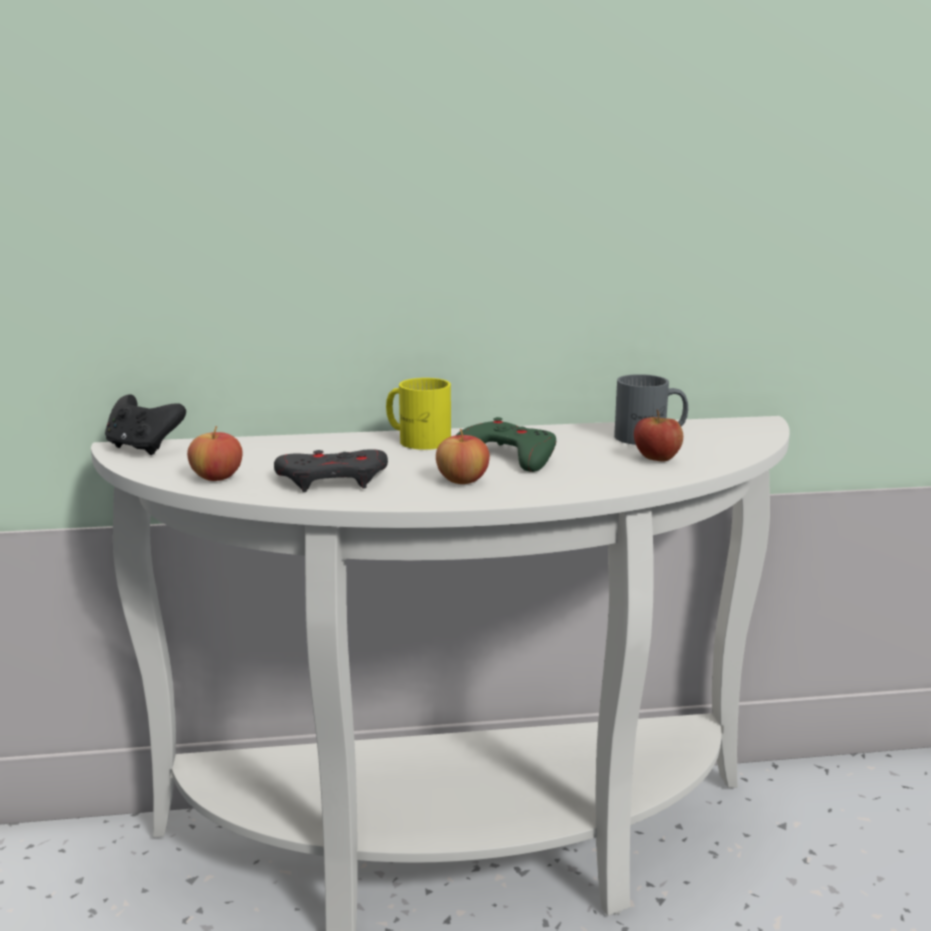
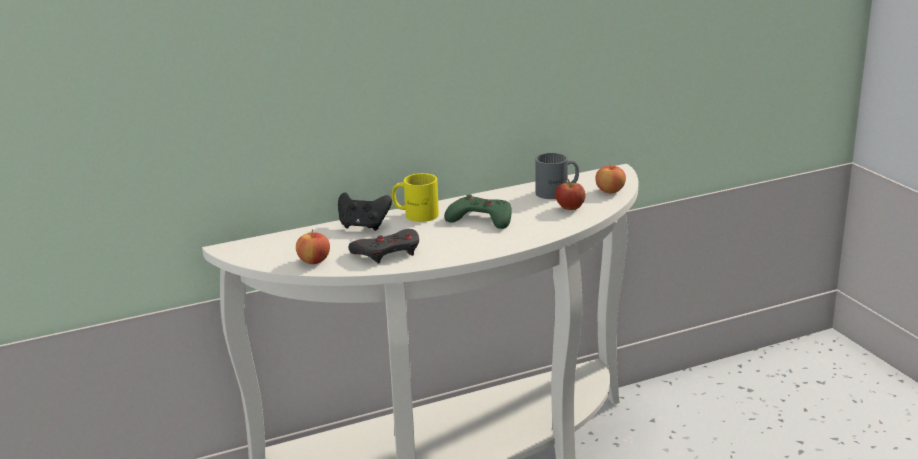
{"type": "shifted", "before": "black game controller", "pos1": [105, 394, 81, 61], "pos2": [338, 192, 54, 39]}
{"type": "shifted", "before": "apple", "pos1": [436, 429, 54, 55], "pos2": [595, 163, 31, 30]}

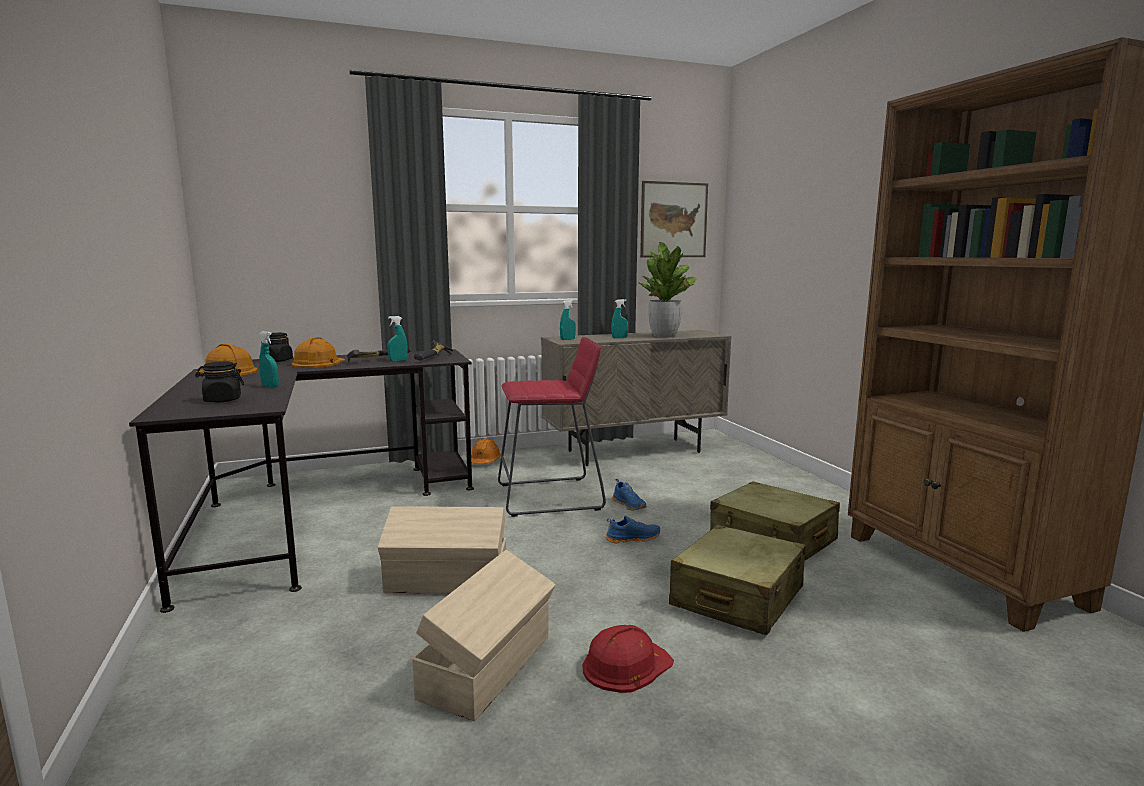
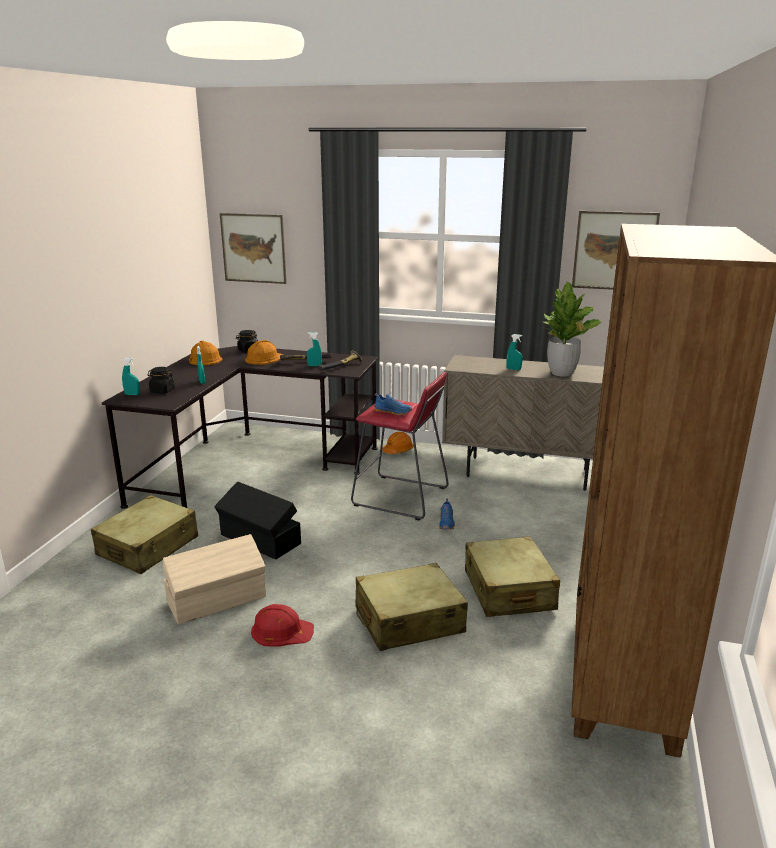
{"type": "new", "after": "beige suitcase", "pos2": [91, 495, 107, 79]}
{"type": "new", "after": "picture", "pos2": [220, 213, 67, 71]}
{"type": "shifted", "before": "turquoise spray bottle", "pos1": [560, 300, 16, 40], "pos2": [122, 357, 18, 38]}
{"type": "shifted", "before": "blue shoe", "pos1": [606, 516, 54, 27], "pos2": [374, 393, 38, 22]}
{"type": "repainted", "before": "beige storage box", "after": "black storage box", "pos1": [378, 506, 128, 88], "pos2": [214, 481, 87, 79]}

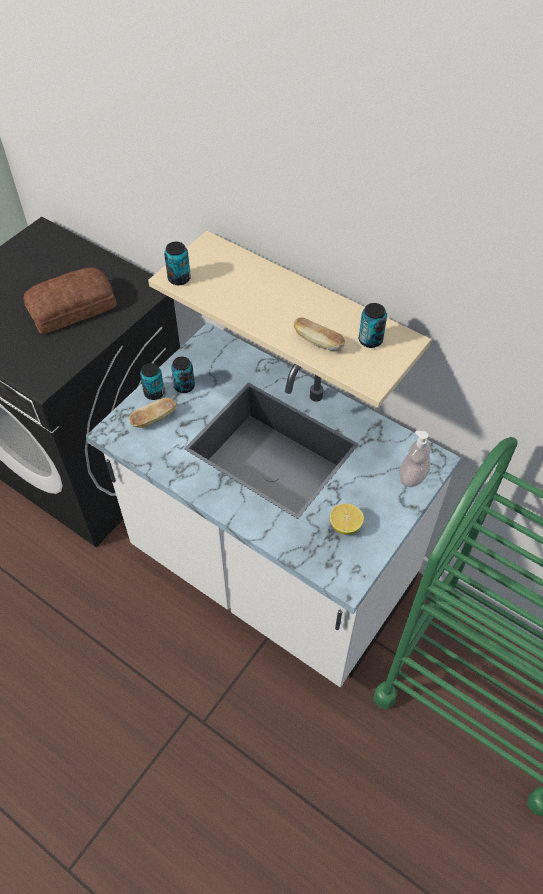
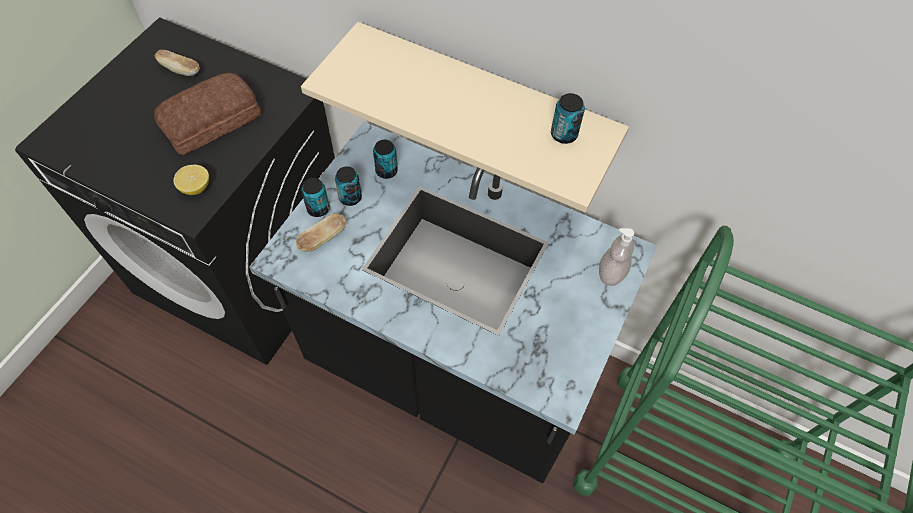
{"type": "shifted", "before": "can", "pos1": [164, 242, 27, 43], "pos2": [373, 140, 25, 39]}
{"type": "shifted", "before": "bread", "pos1": [294, 318, 51, 33], "pos2": [154, 50, 46, 26]}
{"type": "shifted", "before": "lemon", "pos1": [330, 503, 34, 32], "pos2": [174, 165, 35, 30]}
{"type": "repainted", "before": "white counter", "after": "black counter", "pos1": [86, 322, 375, 365], "pos2": [249, 122, 408, 361]}

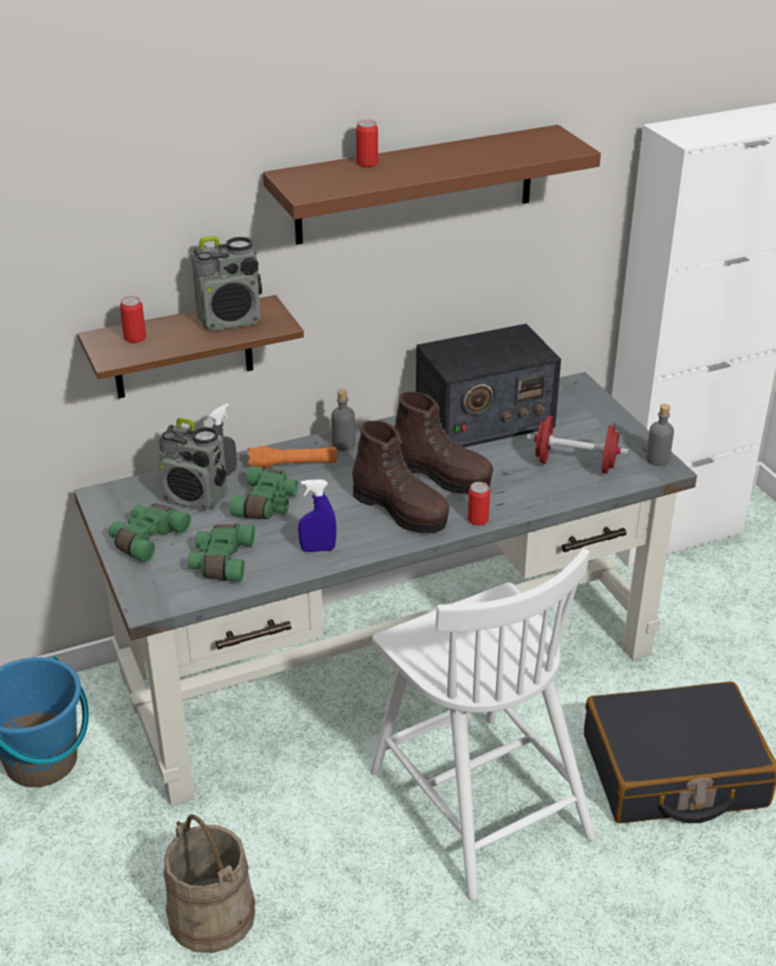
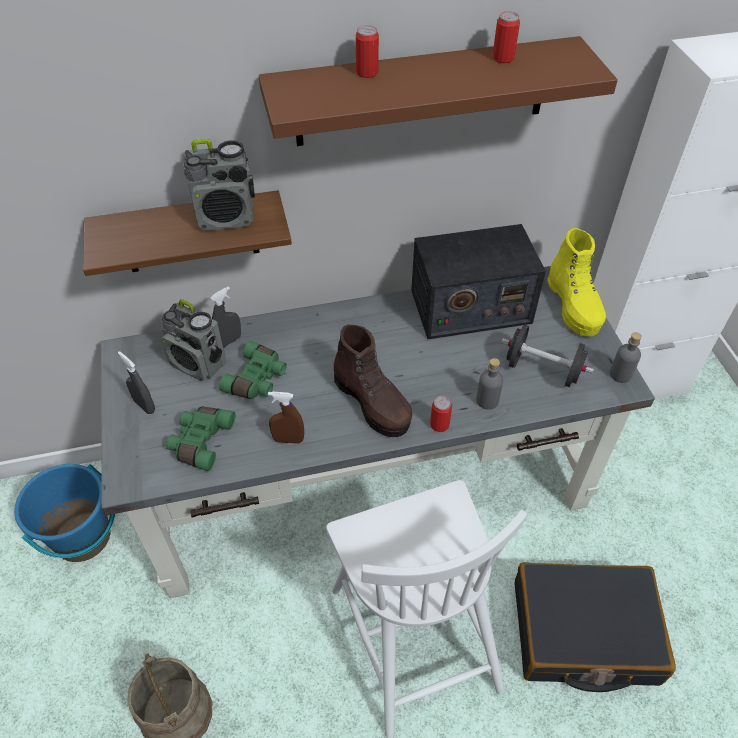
{"type": "gone", "before": "orange flashlight", "pos1": [247, 446, 91, 22]}
{"type": "gone", "before": "brown boot", "pos1": [394, 392, 99, 102]}
{"type": "new", "after": "yellow boot", "pos2": [547, 228, 59, 109]}
{"type": "shifted", "before": "can", "pos1": [120, 296, 26, 47], "pos2": [492, 12, 28, 51]}
{"type": "shifted", "before": "grey bottle", "pos1": [331, 389, 24, 62], "pos2": [476, 358, 27, 52]}
{"type": "swapped", "before": "green binoculars", "after": "grey spray bottle", "pos1": [109, 504, 82, 59], "pos2": [118, 351, 37, 63]}
{"type": "repainted", "before": "blue spray bottle", "after": "brown spray bottle", "pos1": [298, 479, 38, 73], "pos2": [268, 392, 36, 52]}
{"type": "repainted", "before": "red dumbbell", "after": "black dumbbell", "pos1": [527, 416, 102, 57], "pos2": [501, 325, 93, 62]}

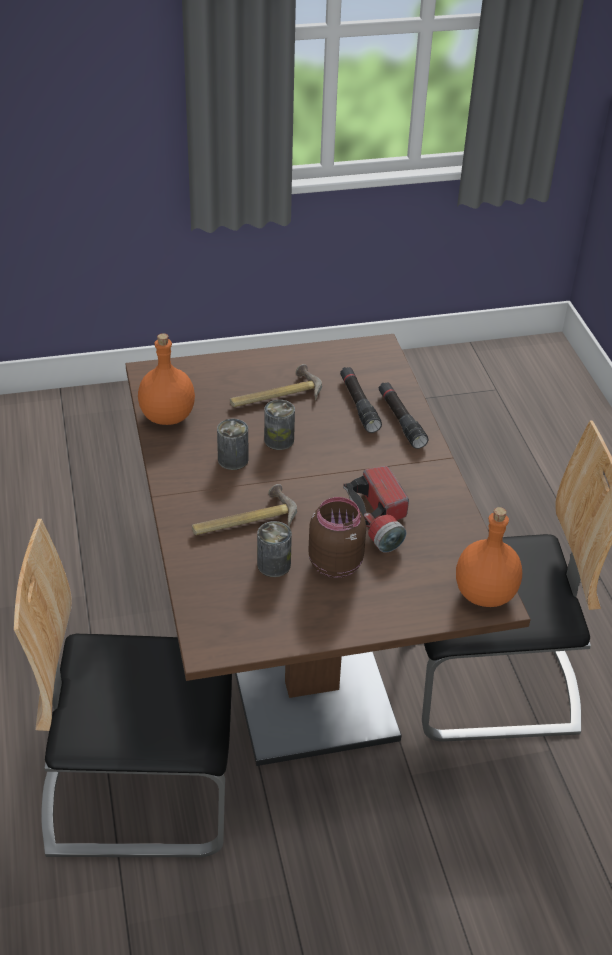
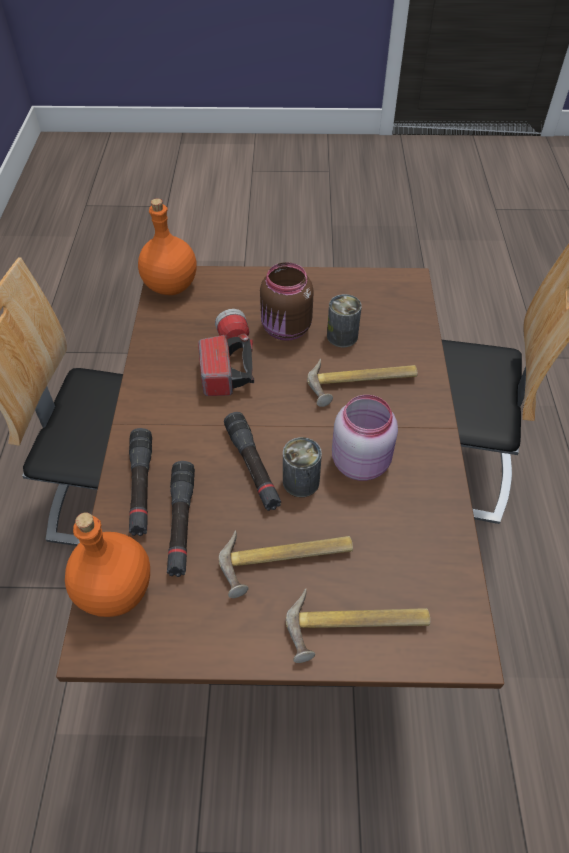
{"type": "new", "after": "black flashlight", "pos2": [224, 412, 57, 99]}
{"type": "new", "after": "hammer", "pos2": [286, 588, 144, 75]}
{"type": "shifted", "before": "orange bottle", "pos1": [138, 333, 57, 92], "pos2": [65, 512, 85, 105]}
{"type": "swapped", "before": "can", "after": "pink jar", "pos1": [217, 419, 31, 51], "pos2": [332, 395, 66, 86]}

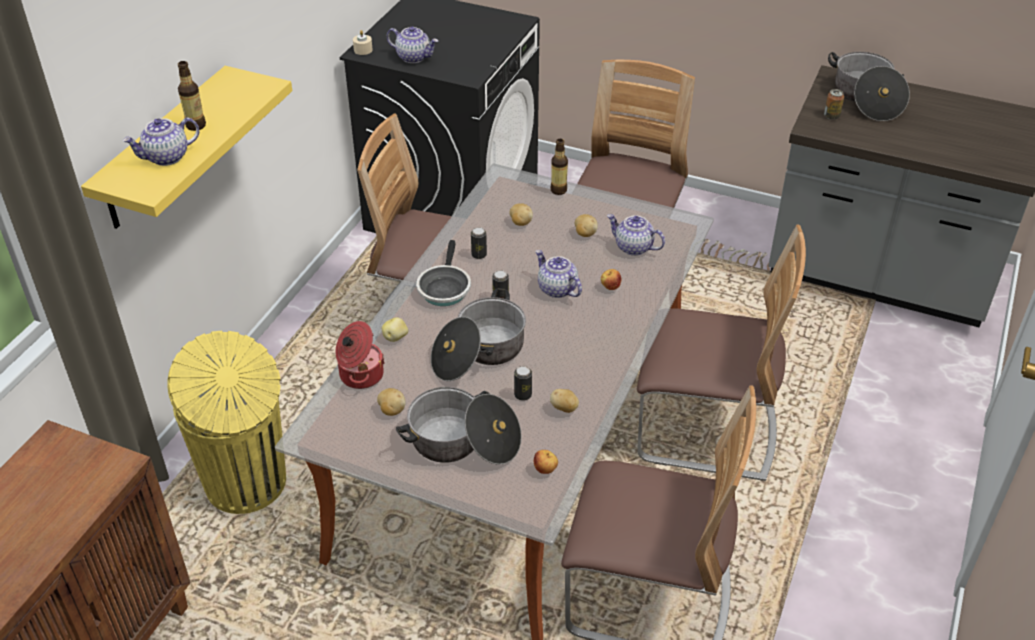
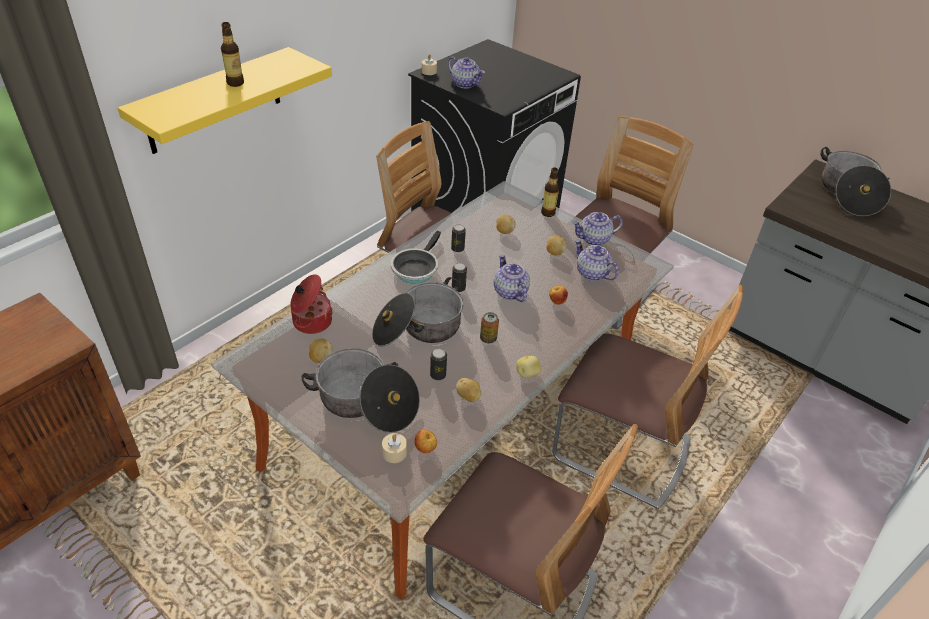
{"type": "gone", "before": "yellow trash can", "pos1": [167, 330, 119, 184]}
{"type": "new", "after": "beige candle", "pos2": [382, 433, 25, 30]}
{"type": "shifted", "before": "teapot", "pos1": [123, 117, 76, 49], "pos2": [572, 212, 51, 34]}
{"type": "shifted", "before": "potato", "pos1": [382, 317, 26, 25], "pos2": [517, 356, 24, 22]}
{"type": "shifted", "before": "can", "pos1": [824, 89, 20, 31], "pos2": [480, 312, 19, 31]}

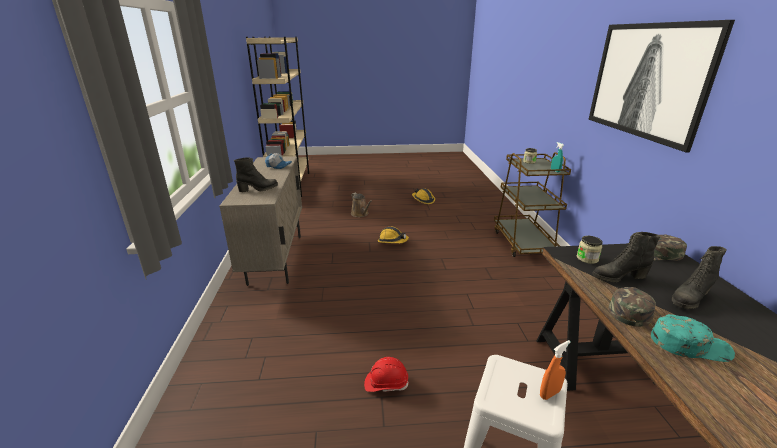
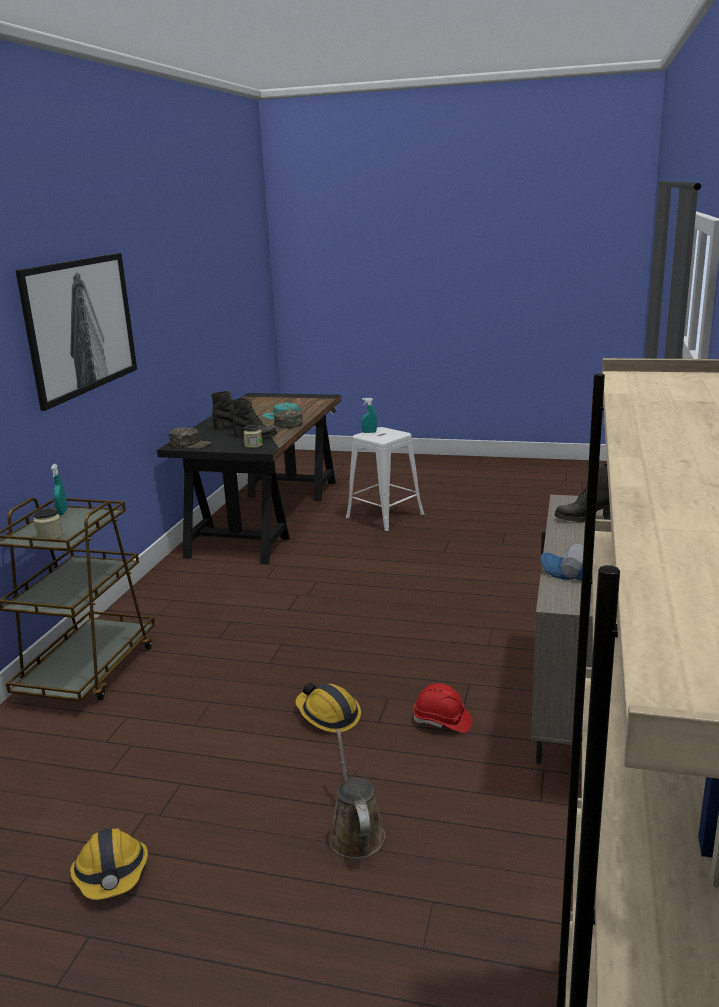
{"type": "shifted", "before": "red hard hat", "pos1": [364, 357, 45, 35], "pos2": [413, 683, 59, 50]}
{"type": "repainted", "before": "orange spray bottle", "after": "turquoise spray bottle", "pos1": [540, 340, 31, 60], "pos2": [361, 398, 16, 35]}

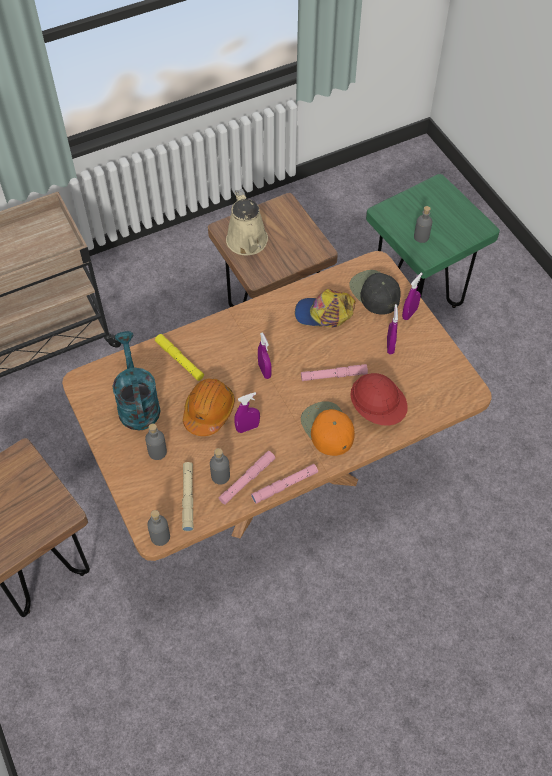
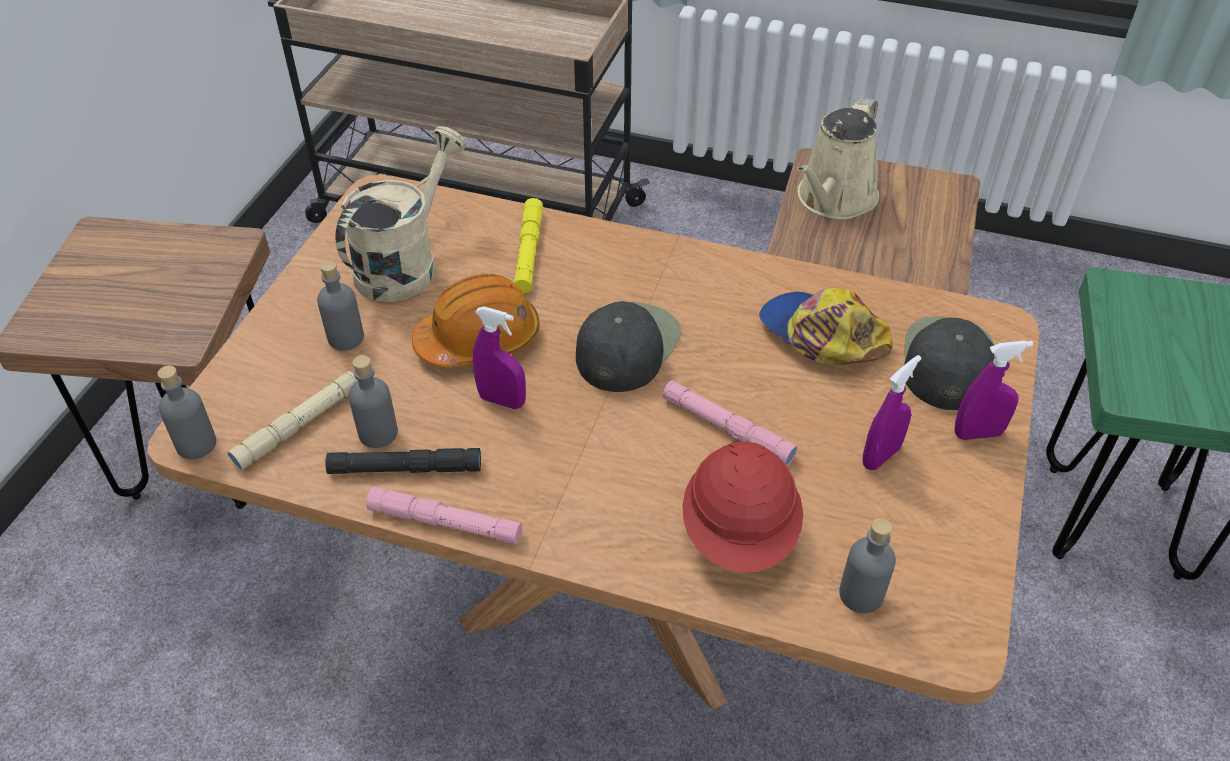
{"type": "gone", "before": "orange cap", "pos1": [301, 401, 54, 55]}
{"type": "shifted", "before": "grey bottle", "pos1": [414, 206, 18, 37], "pos2": [839, 518, 57, 95]}
{"type": "swapped", "before": "purple spray bottle", "after": "black cap", "pos1": [258, 332, 14, 47], "pos2": [576, 301, 105, 91]}
{"type": "repainted", "before": "turquoise watering can", "after": "beige watering can", "pos1": [112, 331, 49, 99], "pos2": [335, 126, 132, 176]}
{"type": "repainted", "before": "pink flashlight", "after": "black flashlight", "pos1": [218, 451, 57, 54], "pos2": [325, 448, 156, 26]}

